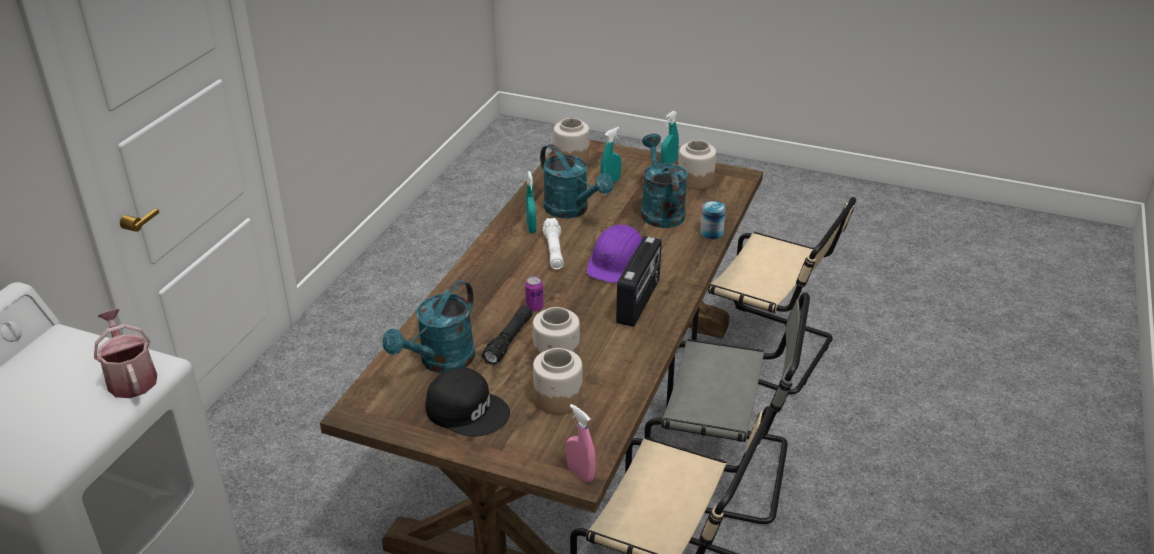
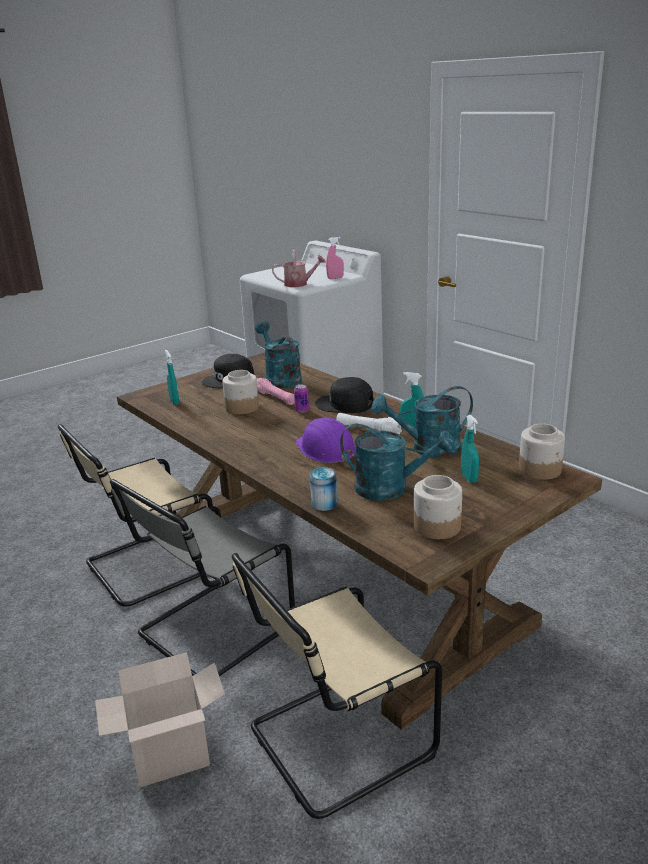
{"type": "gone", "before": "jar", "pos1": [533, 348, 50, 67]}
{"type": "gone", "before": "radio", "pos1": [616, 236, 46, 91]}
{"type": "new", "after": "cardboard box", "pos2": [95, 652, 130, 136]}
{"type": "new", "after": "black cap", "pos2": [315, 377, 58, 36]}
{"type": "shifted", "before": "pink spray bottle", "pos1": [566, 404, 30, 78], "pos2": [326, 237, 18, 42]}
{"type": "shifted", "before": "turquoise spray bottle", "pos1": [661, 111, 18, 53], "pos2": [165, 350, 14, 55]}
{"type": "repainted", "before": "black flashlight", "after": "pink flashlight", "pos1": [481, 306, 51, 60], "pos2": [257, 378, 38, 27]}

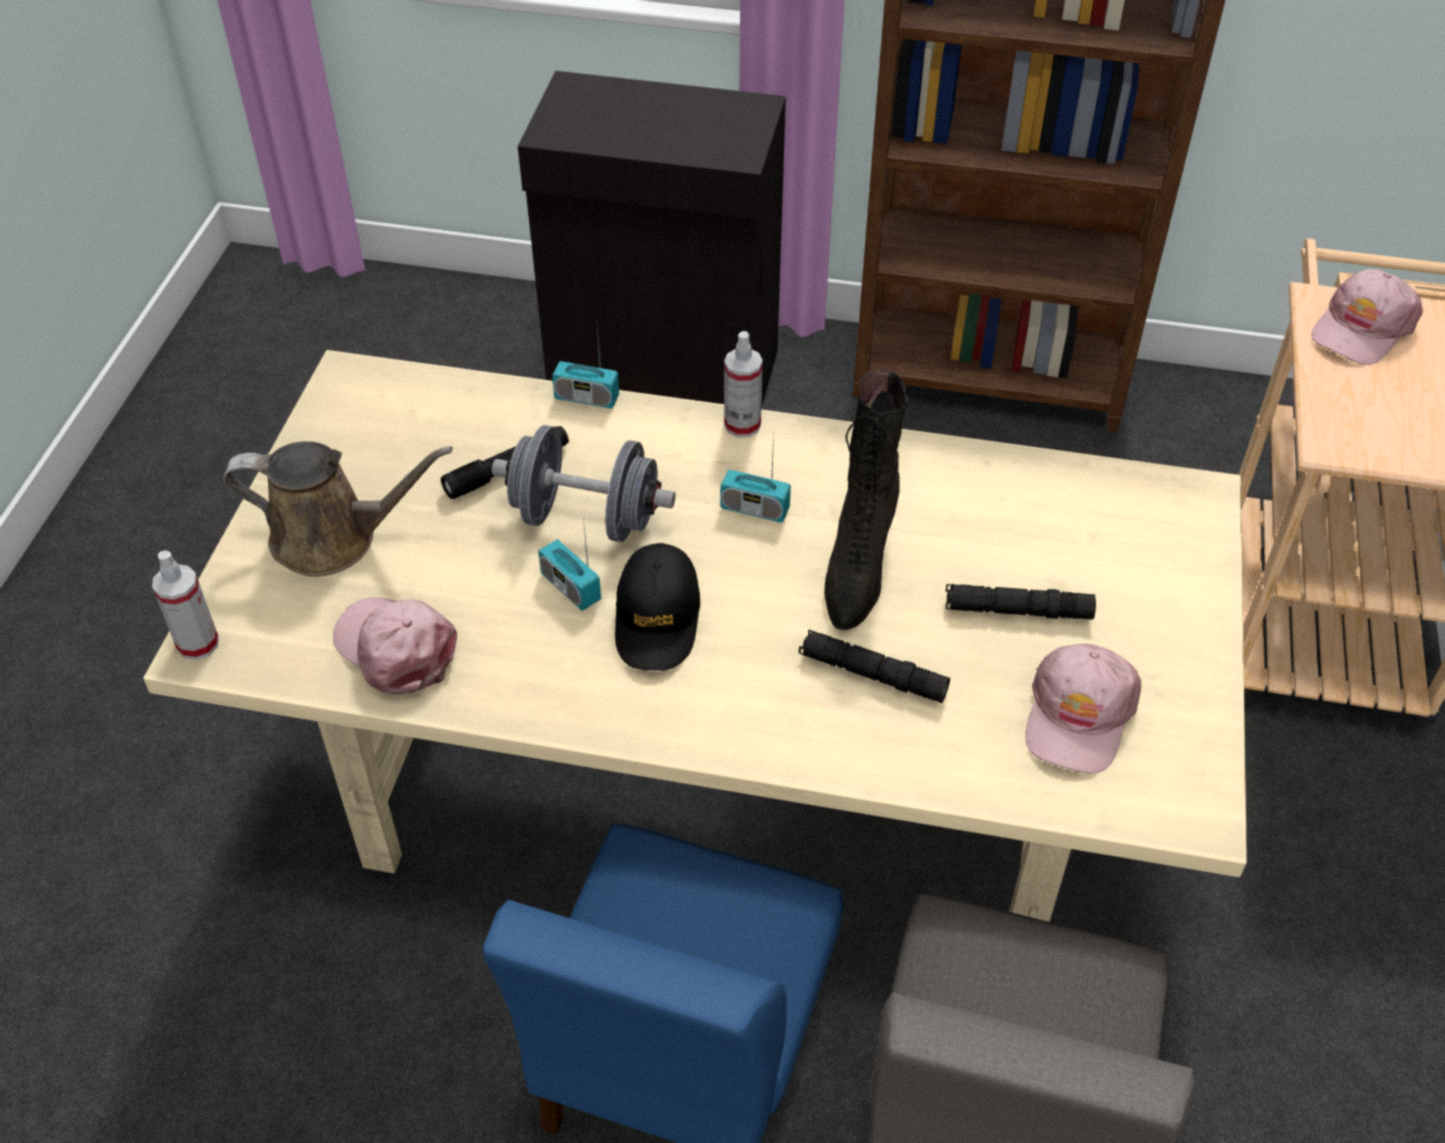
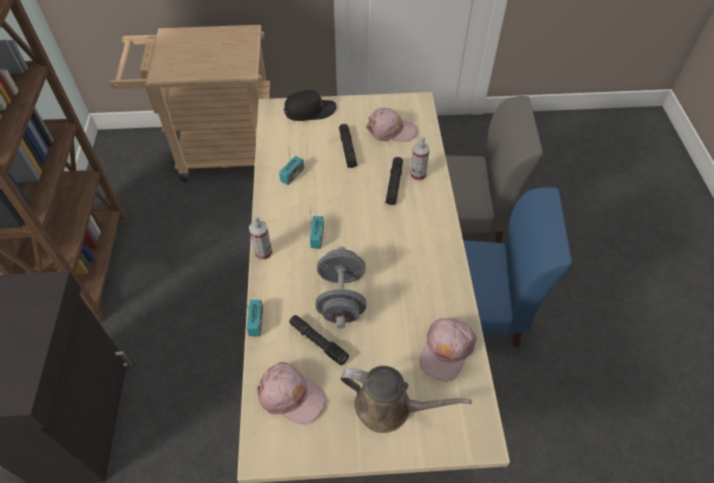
{"type": "gone", "before": "black boot", "pos1": [824, 370, 84, 260]}
{"type": "shifted", "before": "spray bottle", "pos1": [152, 550, 67, 110], "pos2": [410, 136, 20, 45]}
{"type": "shifted", "before": "radio", "pos1": [538, 517, 63, 94], "pos2": [279, 145, 25, 40]}
{"type": "shifted", "before": "black cap", "pos1": [615, 543, 85, 128], "pos2": [284, 90, 53, 31]}
{"type": "shifted", "before": "pink cap", "pos1": [1311, 269, 112, 96], "pos2": [257, 362, 69, 62]}
{"type": "rotated", "before": "brown watering can", "pos1": [223, 441, 230, 136], "pos2": [341, 366, 131, 67], "turn": 120}

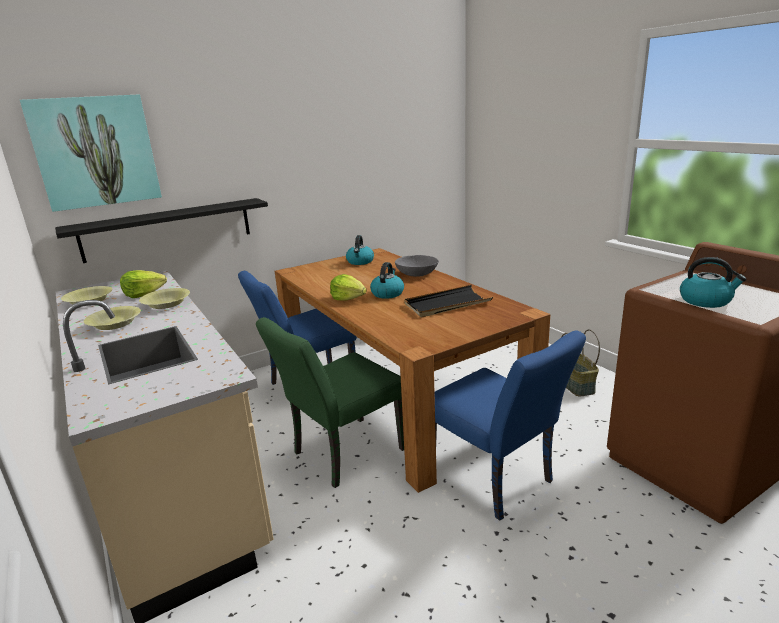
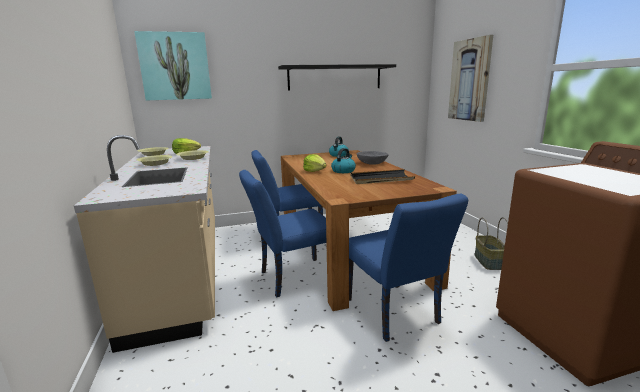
{"type": "gone", "before": "kettle", "pos1": [680, 257, 66, 51]}
{"type": "new", "after": "picture", "pos2": [448, 35, 45, 87]}
{"type": "shifted", "before": "black shelf", "pos1": [55, 198, 213, 65], "pos2": [278, 64, 118, 27]}
{"type": "repainted", "before": "green chair", "after": "blue chair", "pos1": [256, 317, 148, 171], "pos2": [239, 170, 87, 127]}

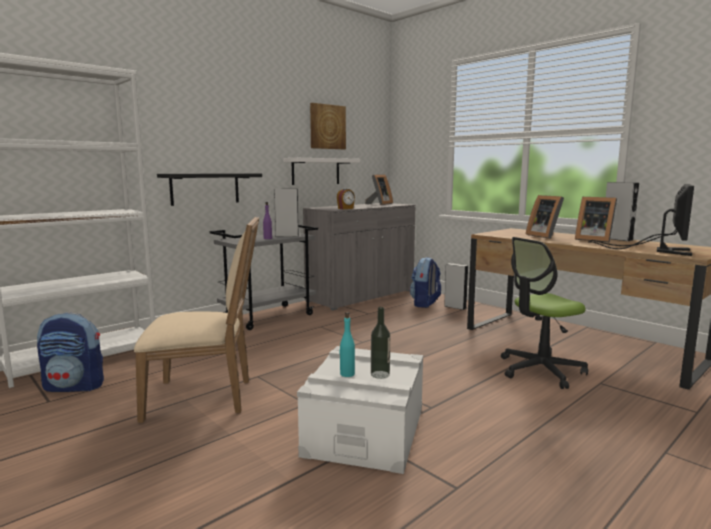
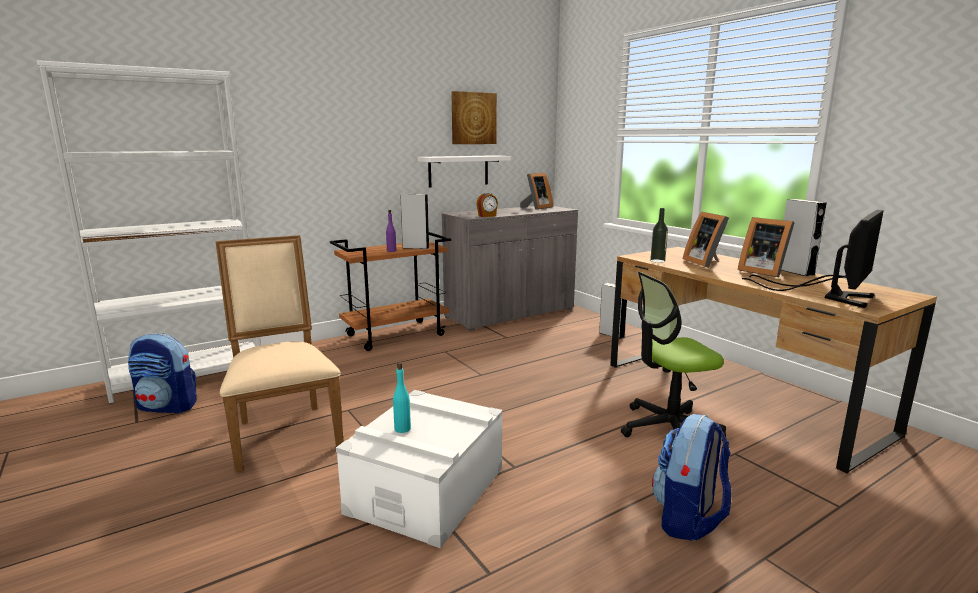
{"type": "gone", "before": "black shelf", "pos1": [157, 173, 105, 33]}
{"type": "shifted", "before": "bottle", "pos1": [371, 307, 19, 72], "pos2": [650, 208, 18, 55]}
{"type": "shifted", "before": "backpack", "pos1": [410, 257, 31, 51], "pos2": [652, 414, 79, 127]}
{"type": "repainted", "before": "grey cart", "after": "brown cart", "pos1": [210, 225, 108, 105], "pos2": [330, 232, 121, 119]}
{"type": "rotated", "before": "beige chair", "pos1": [134, 217, 125, 206], "pos2": [215, 235, 129, 237], "turn": -120}

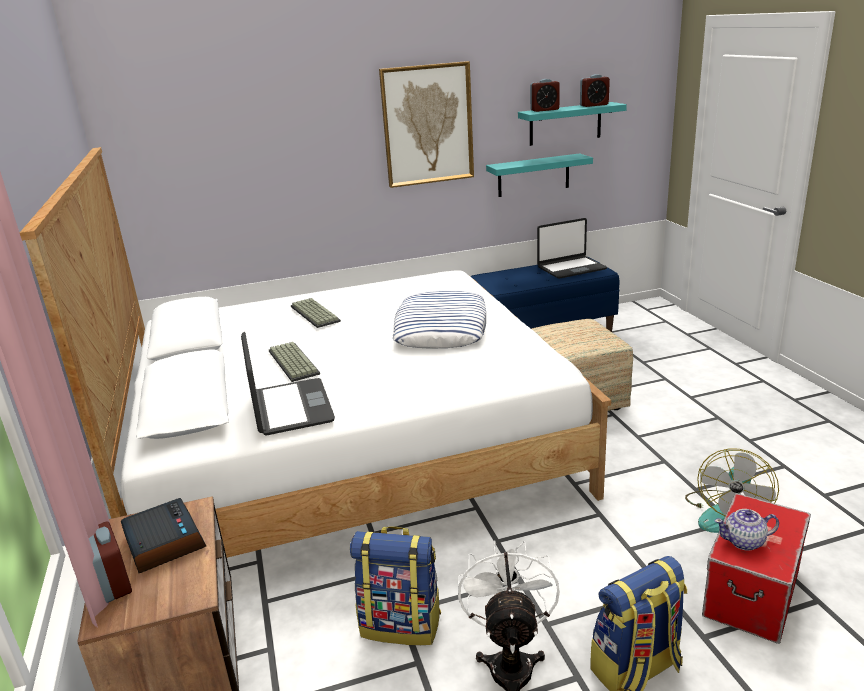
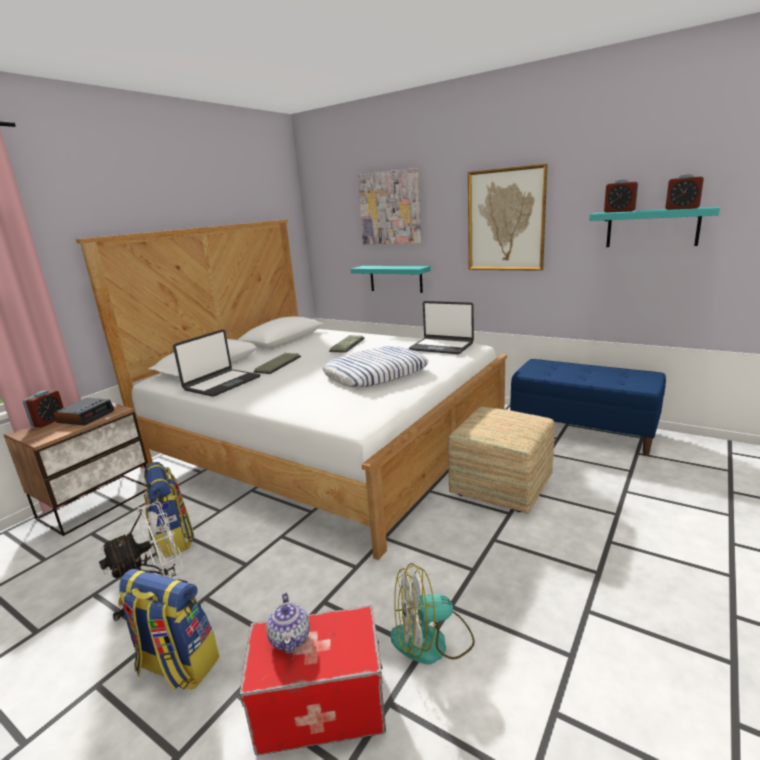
{"type": "new", "after": "picture", "pos2": [358, 168, 63, 76]}
{"type": "shifted", "before": "turquoise shelf", "pos1": [486, 153, 107, 44], "pos2": [351, 266, 80, 27]}
{"type": "shifted", "before": "laptop", "pos1": [537, 218, 70, 61], "pos2": [409, 301, 65, 53]}
{"type": "rotated", "before": "teapot", "pos1": [715, 509, 64, 42], "pos2": [266, 593, 44, 61], "turn": -150}

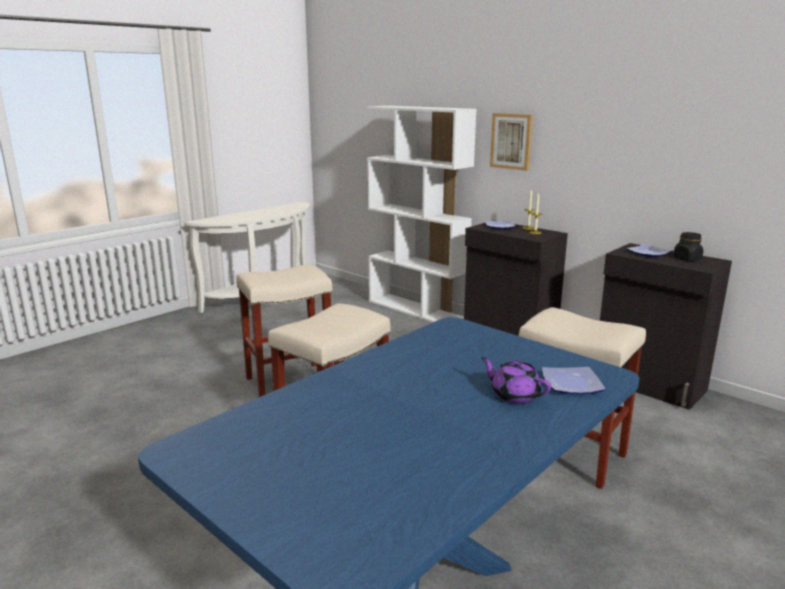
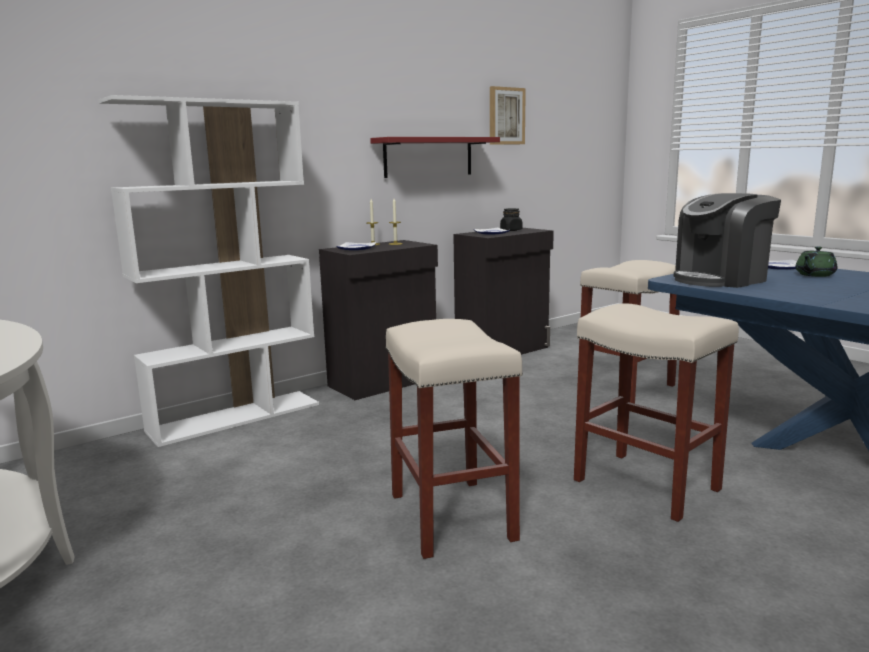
{"type": "new", "after": "red shelf", "pos2": [370, 137, 130, 41]}
{"type": "new", "after": "coffee machine", "pos2": [674, 193, 107, 95]}
{"type": "shifted", "before": "picture", "pos1": [490, 113, 43, 58], "pos2": [490, 86, 36, 59]}
{"type": "repainted", "before": "purple teapot", "after": "green teapot", "pos1": [481, 357, 70, 47], "pos2": [796, 246, 41, 31]}

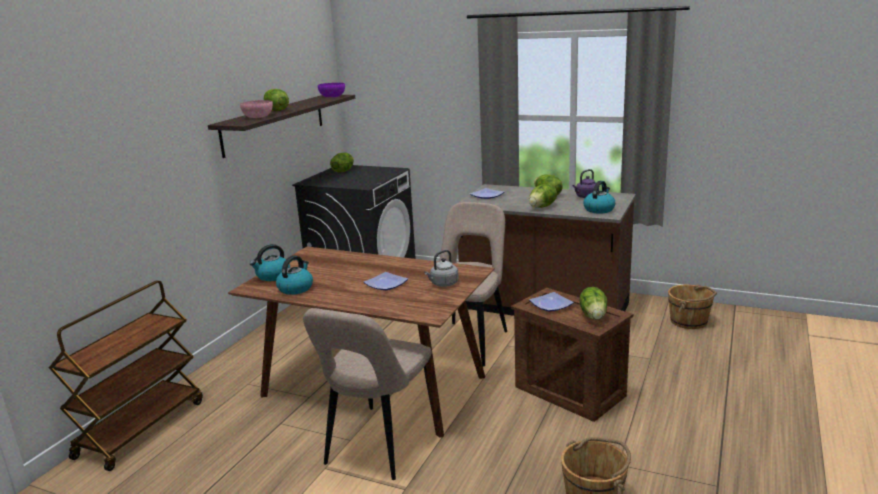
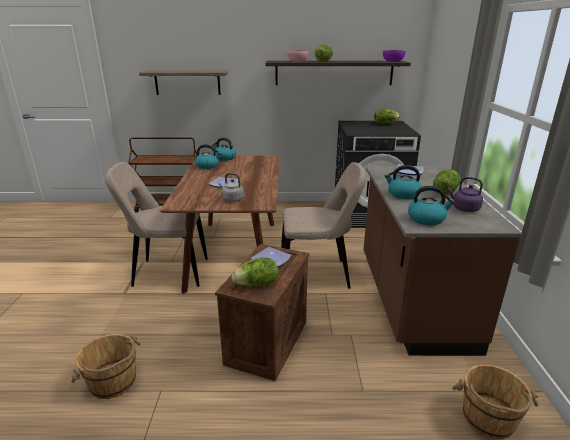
{"type": "new", "after": "shelf", "pos2": [139, 71, 89, 24]}
{"type": "swapped", "before": "lettuce", "after": "kettle", "pos1": [529, 184, 28, 24], "pos2": [384, 165, 38, 34]}

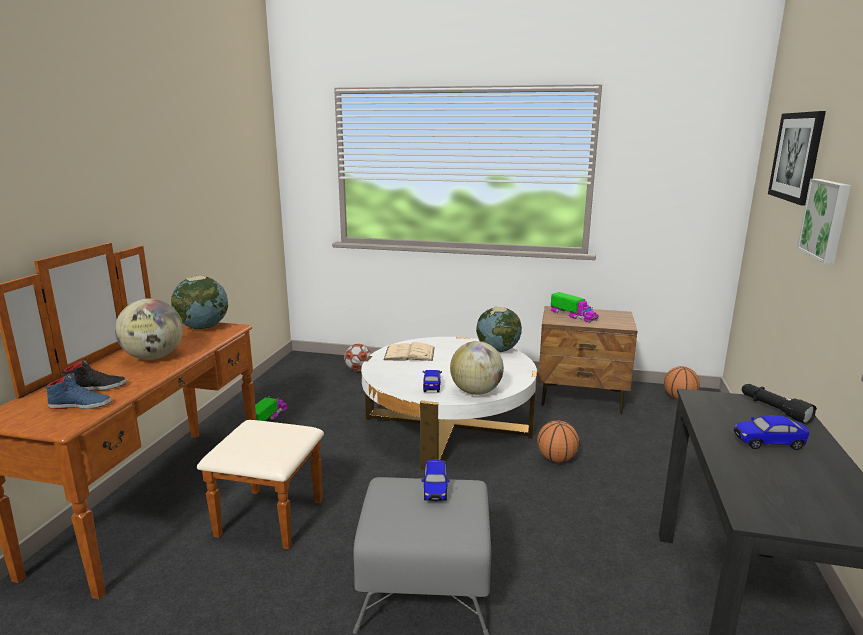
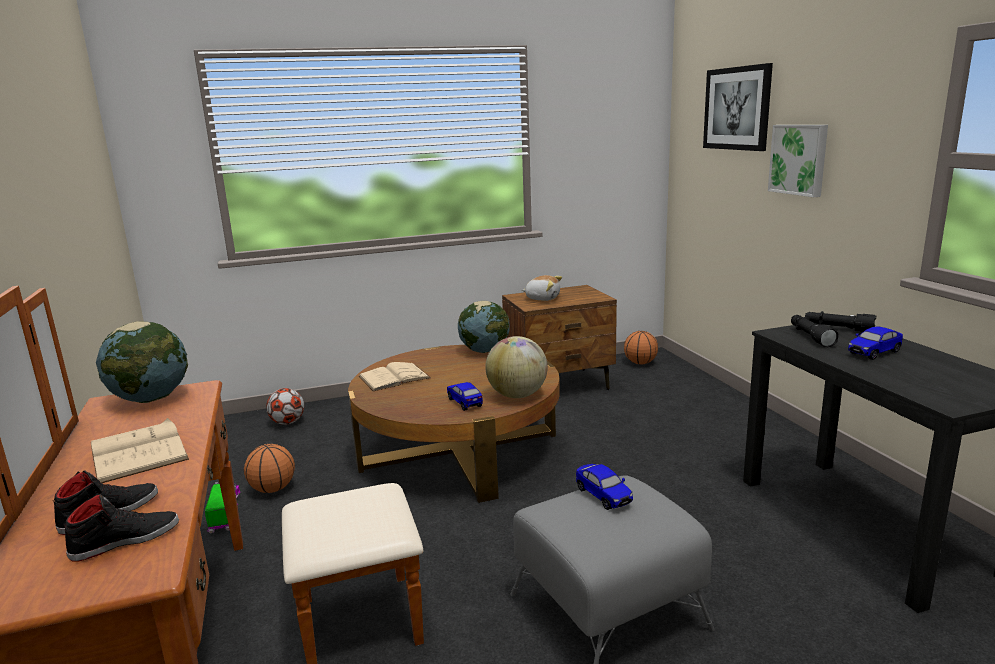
{"type": "new", "after": "black flashlight", "pos2": [791, 315, 47, 32]}
{"type": "shifted", "before": "basketball", "pos1": [537, 421, 42, 41], "pos2": [244, 444, 51, 49]}
{"type": "swapped", "before": "globe", "after": "beige book", "pos1": [115, 298, 68, 62], "pos2": [91, 418, 98, 65]}
{"type": "swapped", "before": "toy truck", "after": "plush toy", "pos1": [551, 292, 48, 31], "pos2": [522, 275, 40, 26]}
{"type": "repainted", "before": "blue shoe", "after": "black shoe", "pos1": [46, 373, 65, 36], "pos2": [64, 493, 115, 68]}
{"type": "repainted", "before": "white coffee table", "after": "brown coffee table", "pos1": [361, 337, 176, 133], "pos2": [348, 345, 212, 158]}

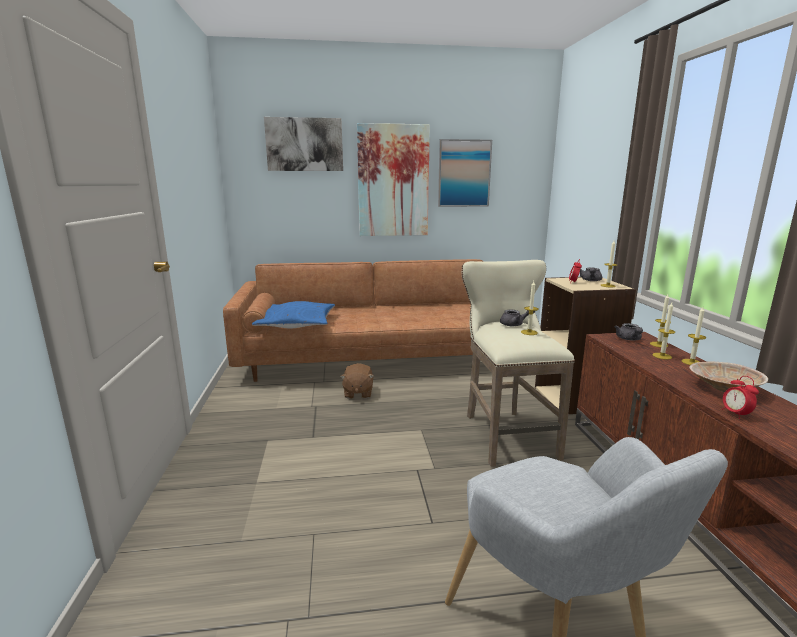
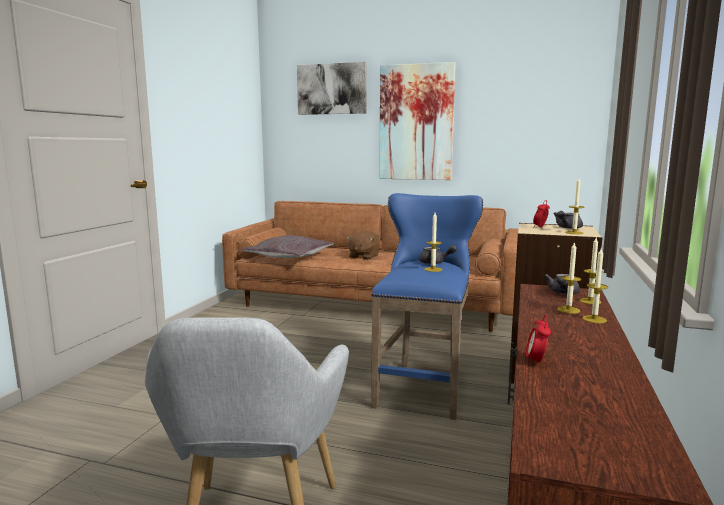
{"type": "gone", "before": "picture", "pos1": [438, 139, 54, 68]}
{"type": "gone", "before": "beige bowl", "pos1": [689, 361, 79, 31]}
{"type": "shifted", "before": "brown plush toy", "pos1": [340, 363, 34, 36], "pos2": [346, 231, 34, 29]}
{"type": "repainted", "before": "blue pillow", "after": "grey pillow", "pos1": [252, 301, 83, 27], "pos2": [241, 235, 93, 23]}
{"type": "repainted", "before": "beige stool", "after": "blue stool", "pos1": [462, 260, 113, 207], "pos2": [371, 193, 112, 227]}

